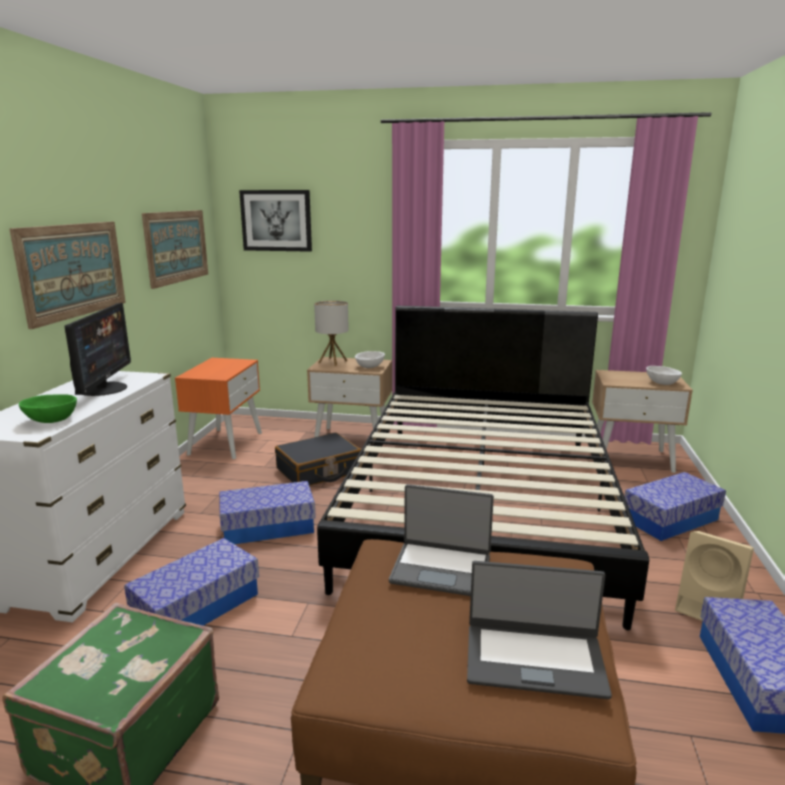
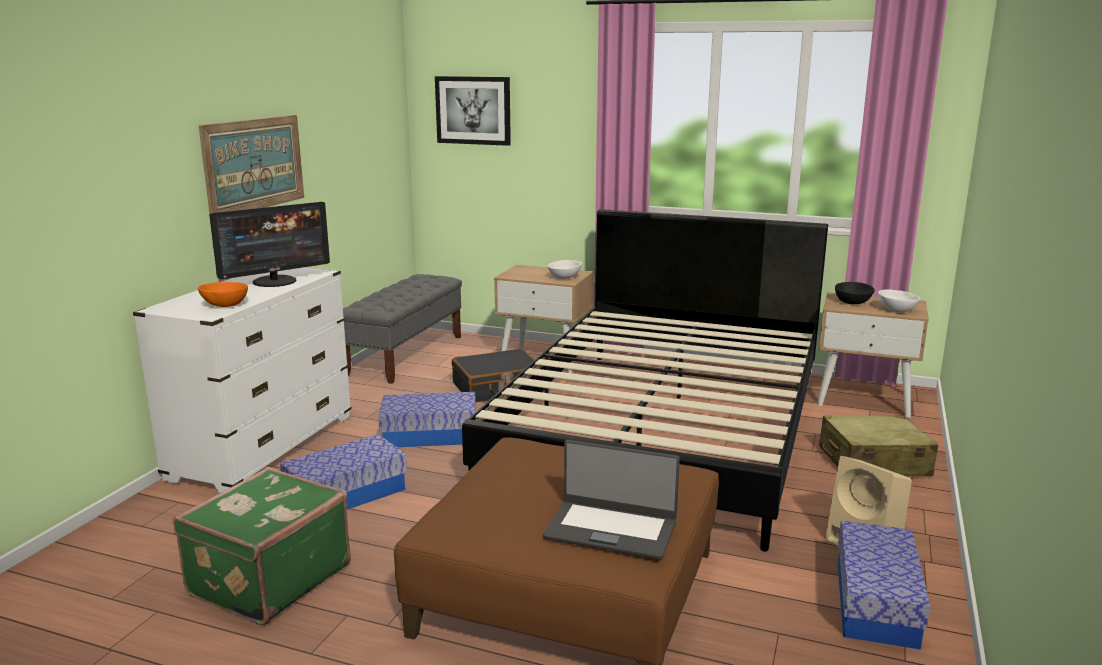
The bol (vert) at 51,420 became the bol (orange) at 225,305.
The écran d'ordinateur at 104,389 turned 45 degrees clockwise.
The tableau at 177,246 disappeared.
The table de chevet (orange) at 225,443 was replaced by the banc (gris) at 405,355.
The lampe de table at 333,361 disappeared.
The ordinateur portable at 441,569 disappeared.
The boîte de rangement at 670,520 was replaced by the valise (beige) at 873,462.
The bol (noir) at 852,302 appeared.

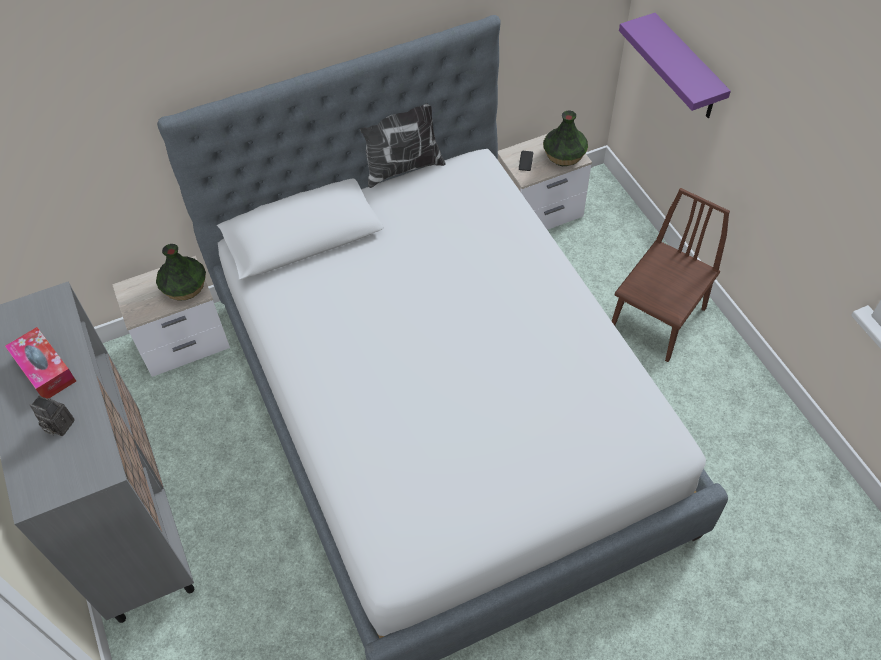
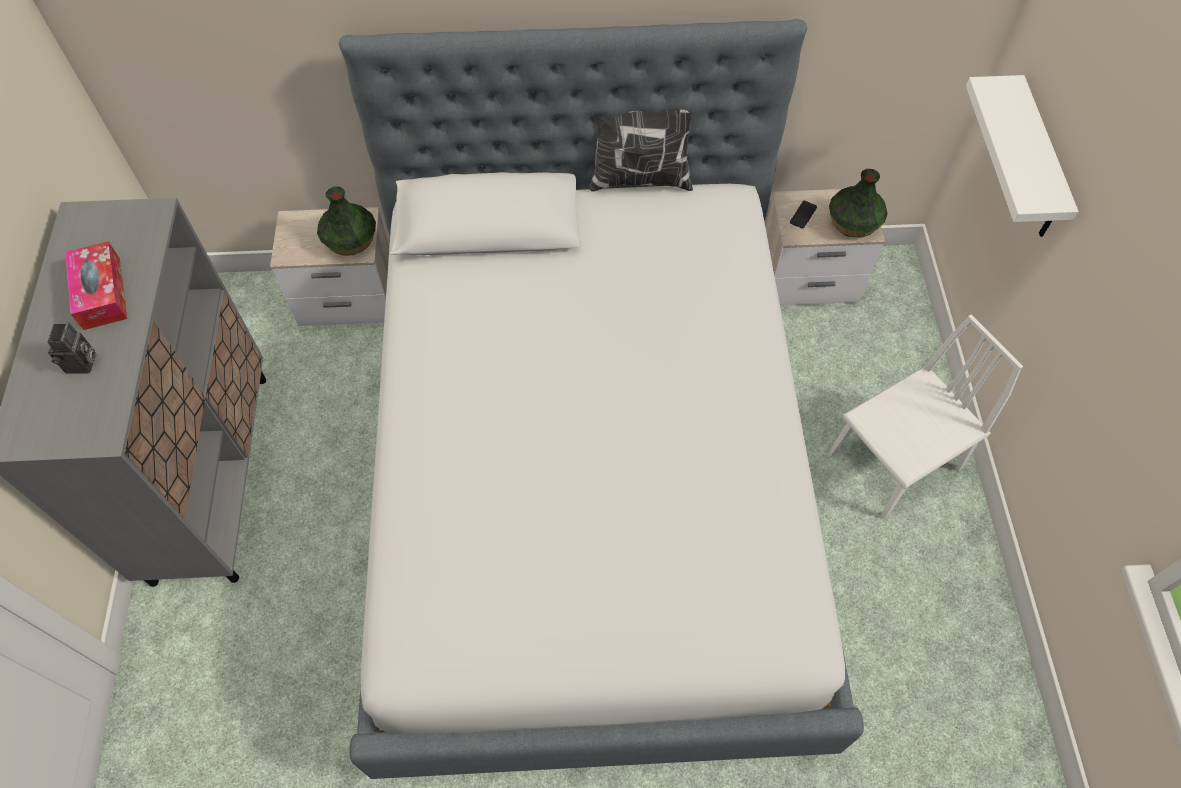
The appareil photo at 57,425 turned 135 degrees counterclockwise.
The chaise (marron) at 657,319 became the chaise (blanc) at 894,461.
The étagère (violet) at 686,69 became the étagère (blanc) at 1036,163.

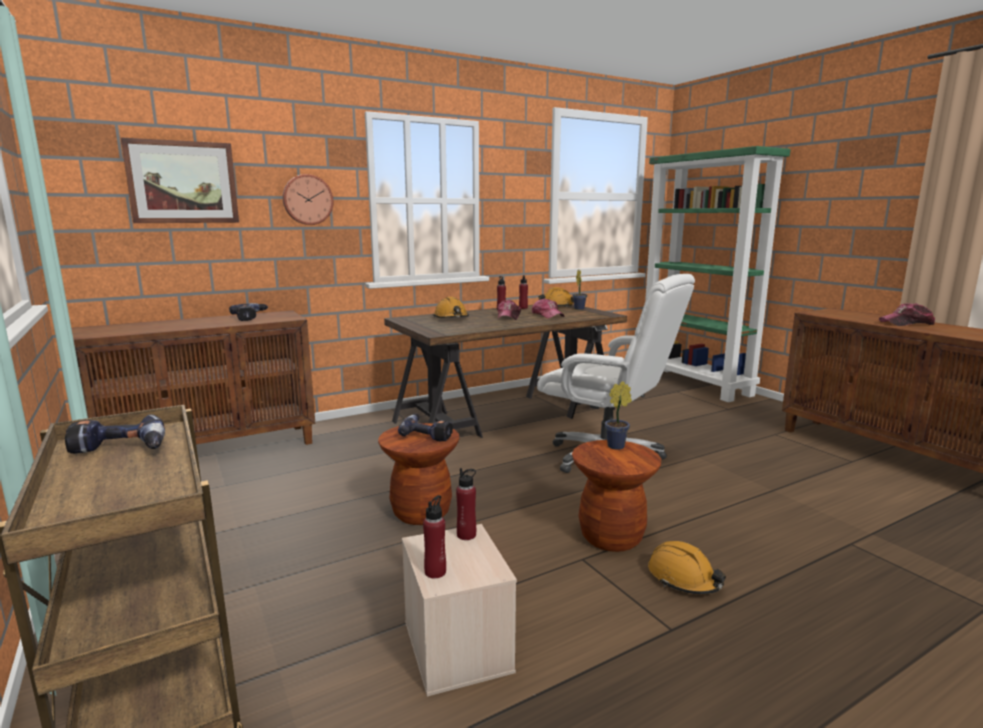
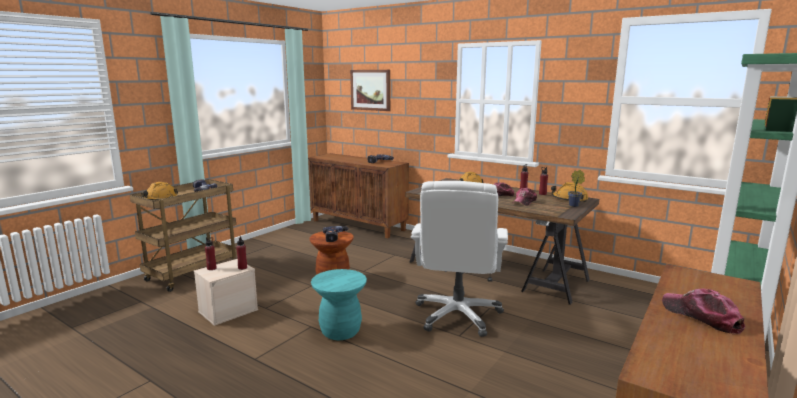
The horloge murale at 307,199 disappeared.
The tabouret (marron) at 611,537 became the tabouret (turquoise) at 340,331.
The plante en pot at 618,446 disappeared.
The casque de chantier (orange) moved from 684,579 to 159,199.

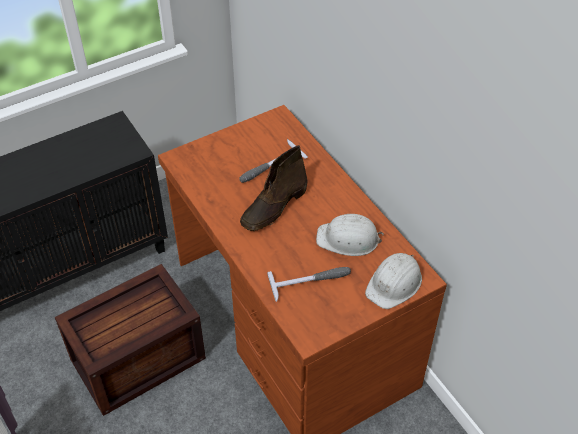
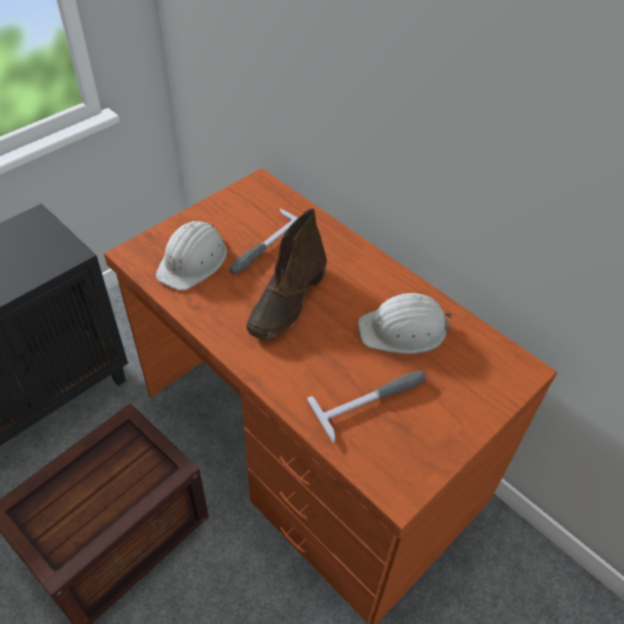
The casque de chantier (blanc) moved from 394,283 to 193,261.

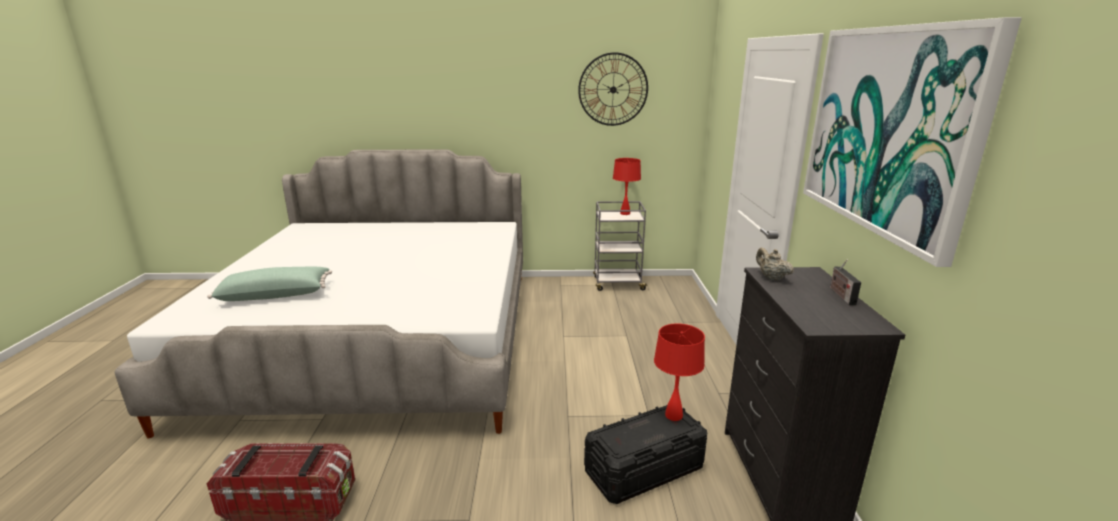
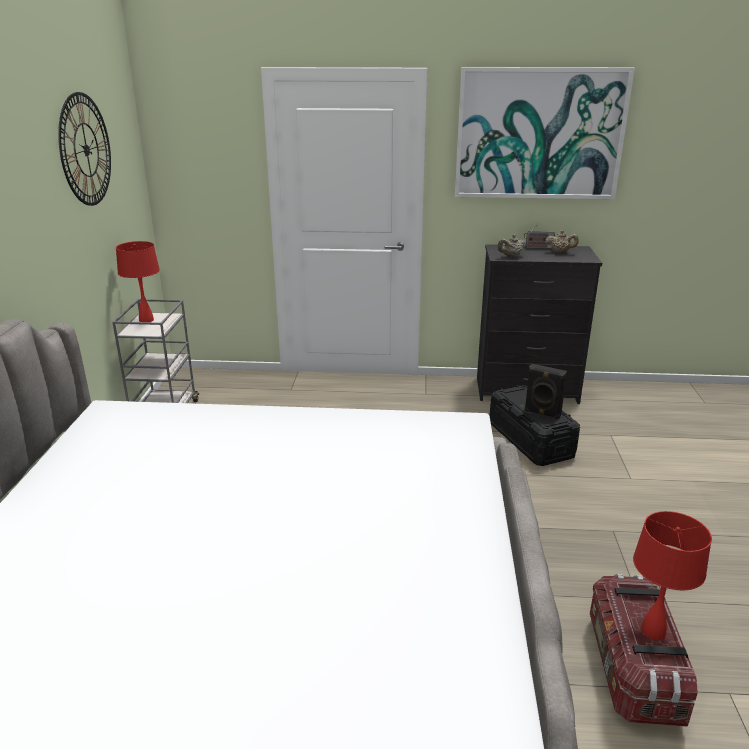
The coussin (vert) at 276,295 disappeared.
The lampe de table (rouge) moved from 674,415 to 653,630.
The enceinte (noir) at 542,413 appeared.
The théière (beige) at 560,252 appeared.

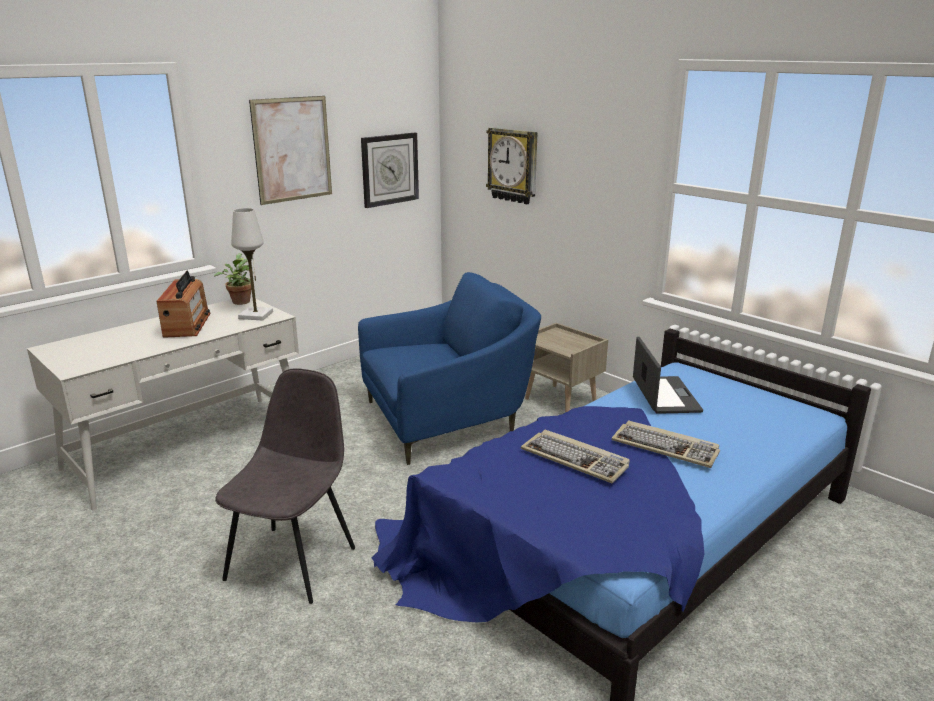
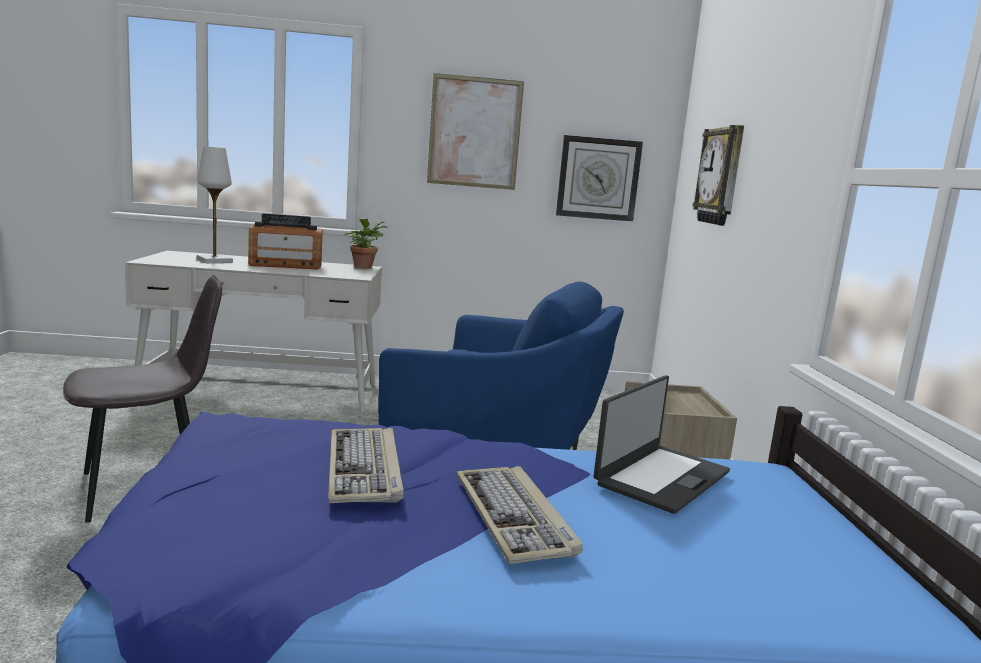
The radio at 187,325 turned 45 degrees clockwise.
The lampe de table (blanc) moved from 256,315 to 215,261.

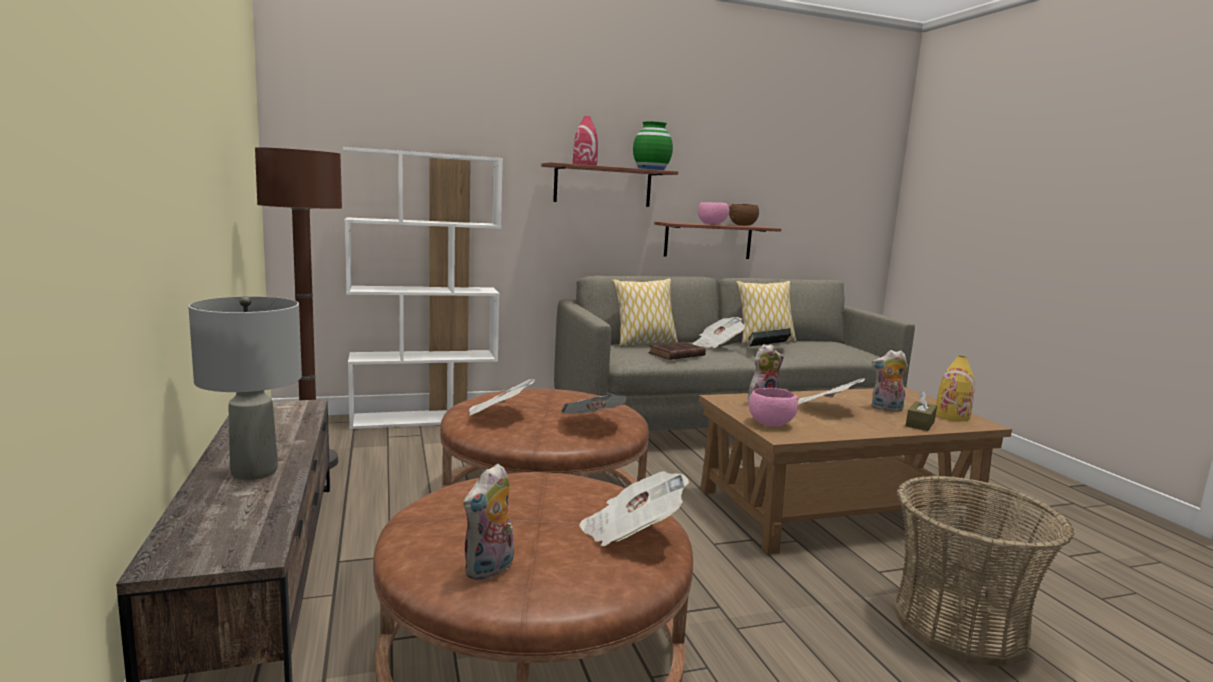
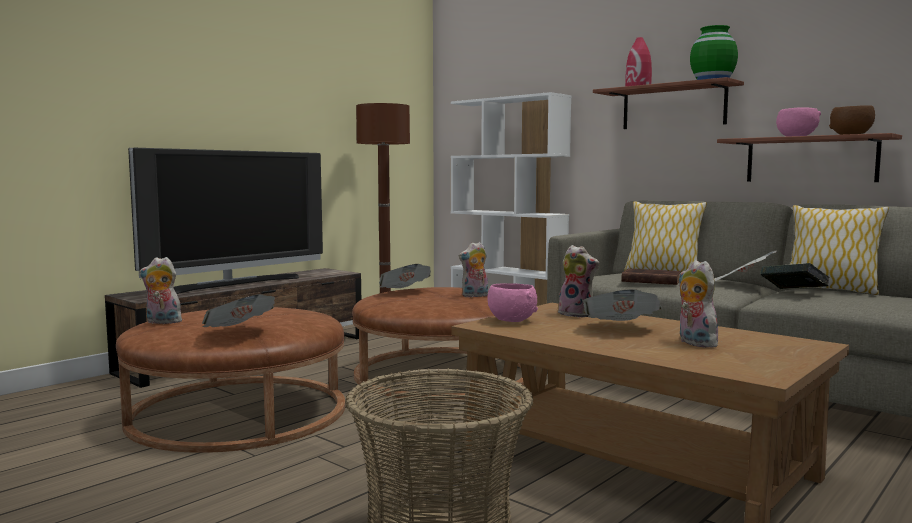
The lampe de table (gris) at 254,472 was replaced by the téléviseur at 233,284.
The journal at 592,423 disappeared.
The boîte à mouchoirs (marron) at 920,424 disappeared.
The vase (jaune) at 952,416 disappeared.
The peluche at 475,296 appeared.

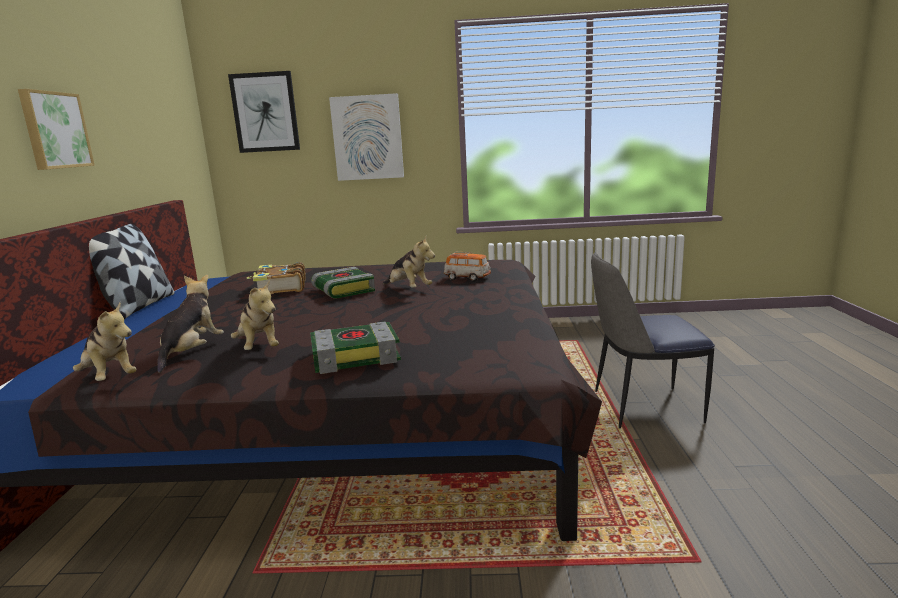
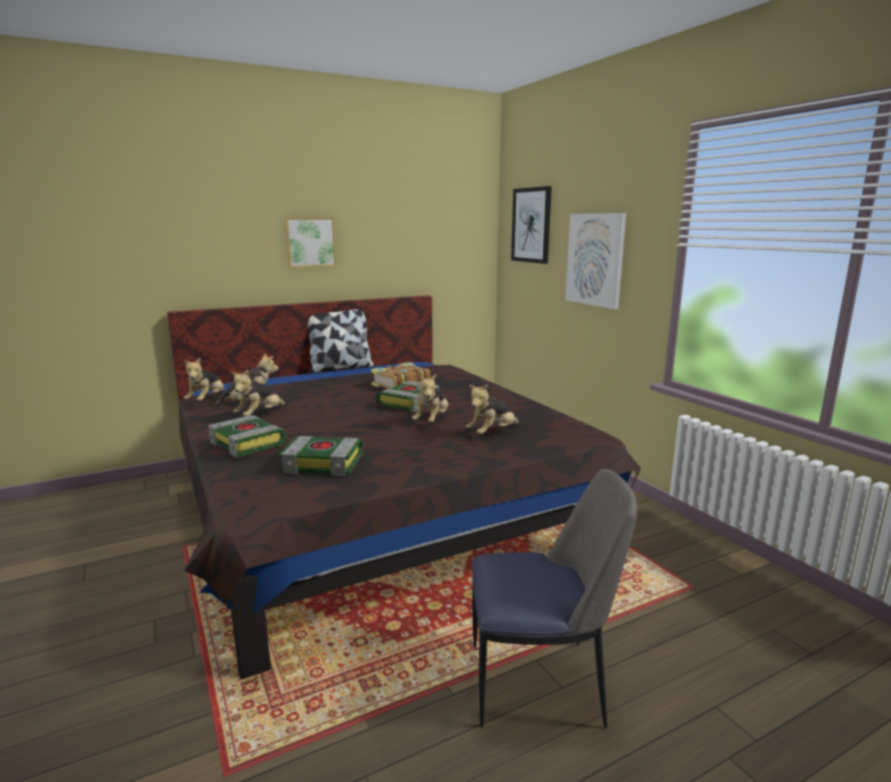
The petite voiture at 467,278 was replaced by the peluche at 492,433.
The chaise at 643,407 turned 120 degrees clockwise.
The livre at 324,463 appeared.

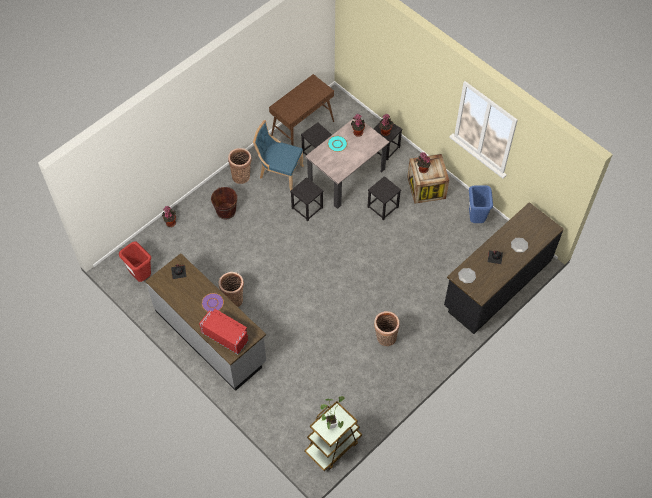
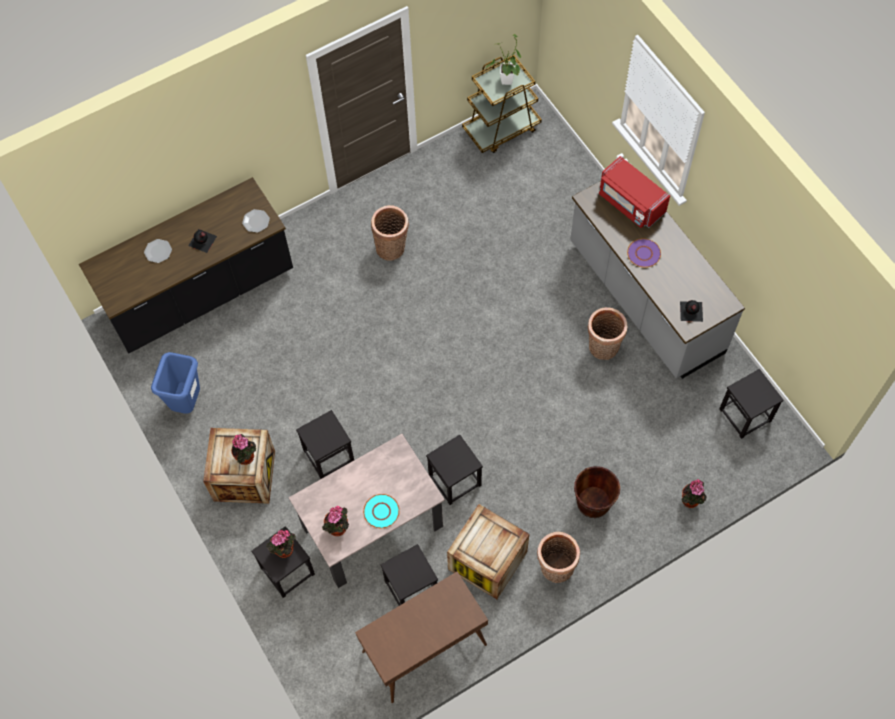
The poubelle (rouge) at 141,276 was replaced by the tabouret (noir) at 745,415.
The chaise (bleu) at 279,172 was replaced by the caisse at 487,560.

